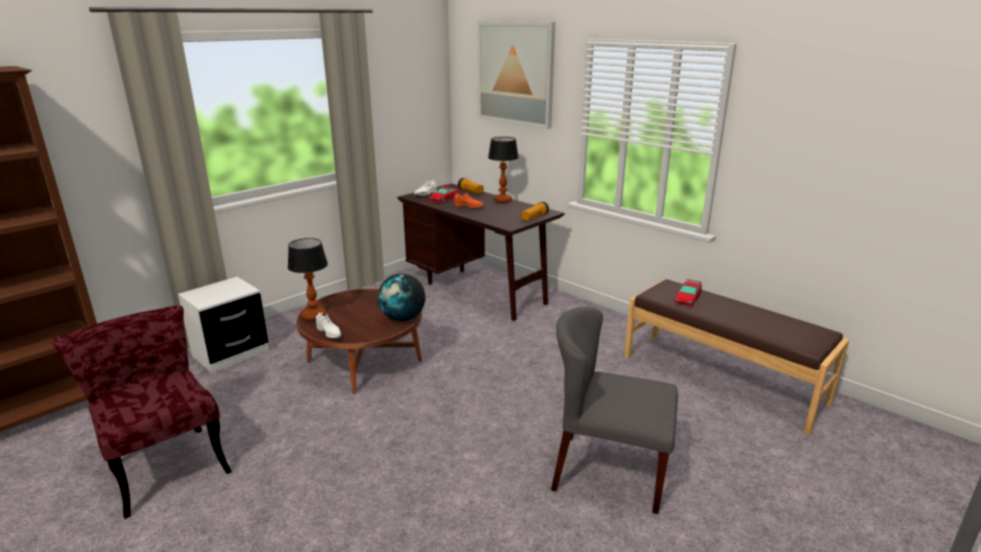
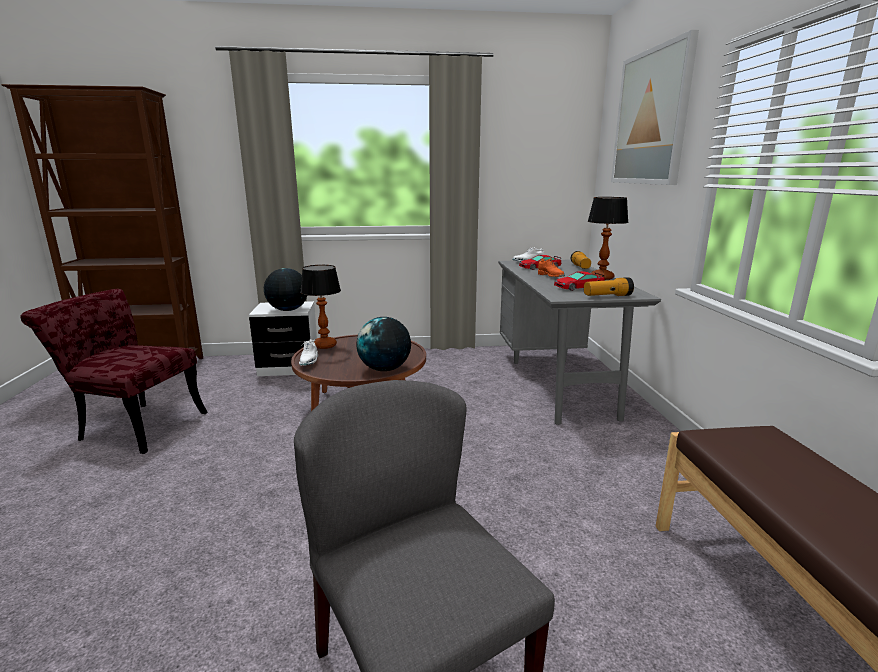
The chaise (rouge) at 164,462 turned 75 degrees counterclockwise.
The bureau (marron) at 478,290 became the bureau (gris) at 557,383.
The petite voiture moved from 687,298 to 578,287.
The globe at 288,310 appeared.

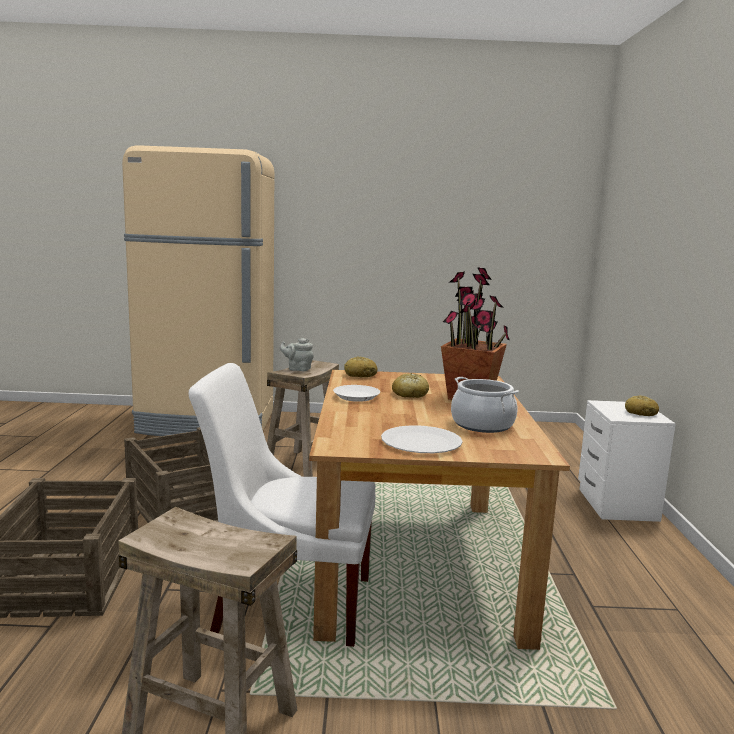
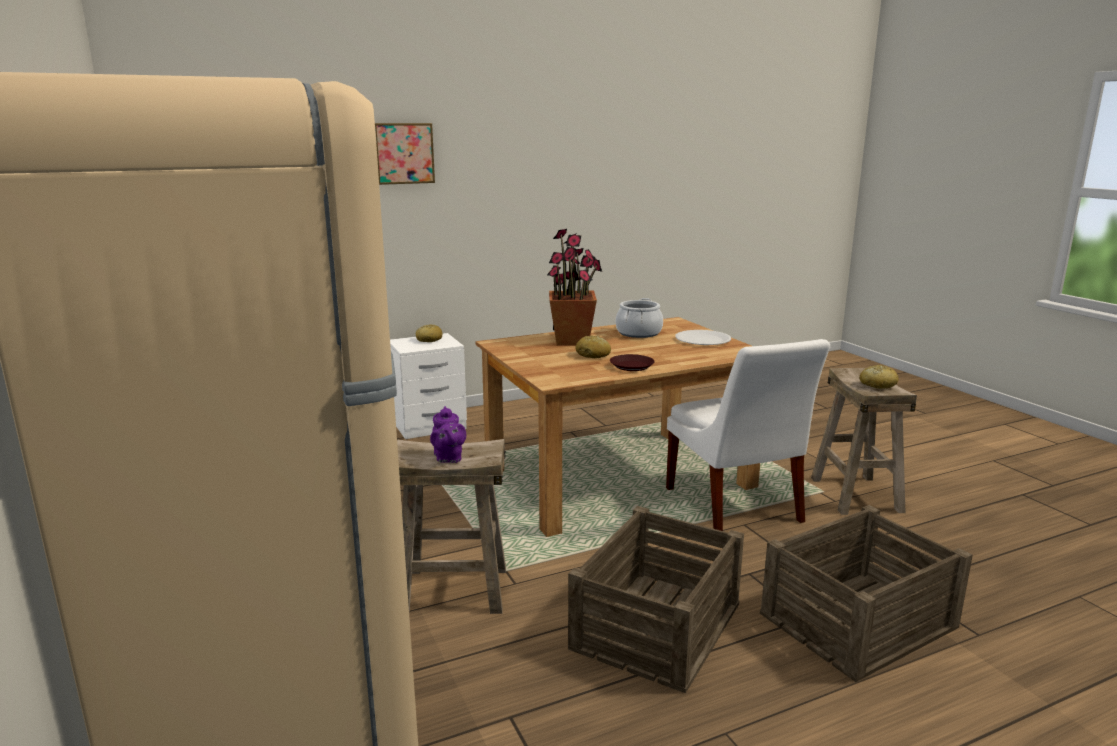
The théière (gris) at 298,369 became the théière (violet) at 448,458.
The assiette (blanc) at 356,396 became the assiette (marron) at 631,366.
The pain moved from 360,375 to 877,384.
The tableau at 403,153 appeared.

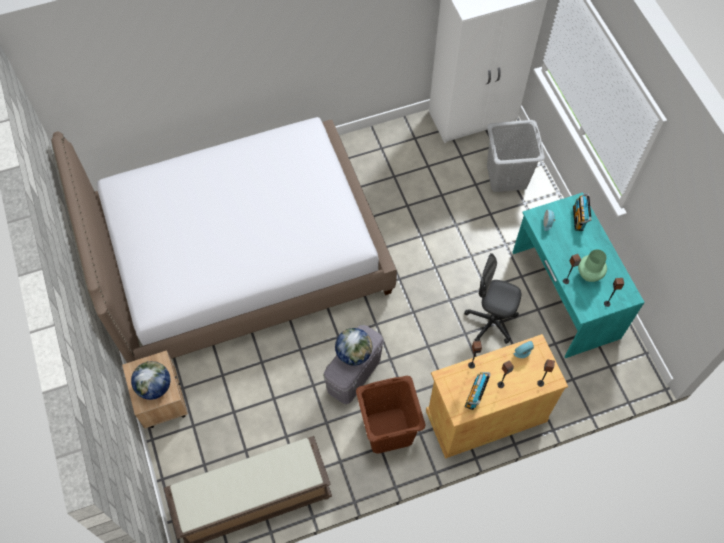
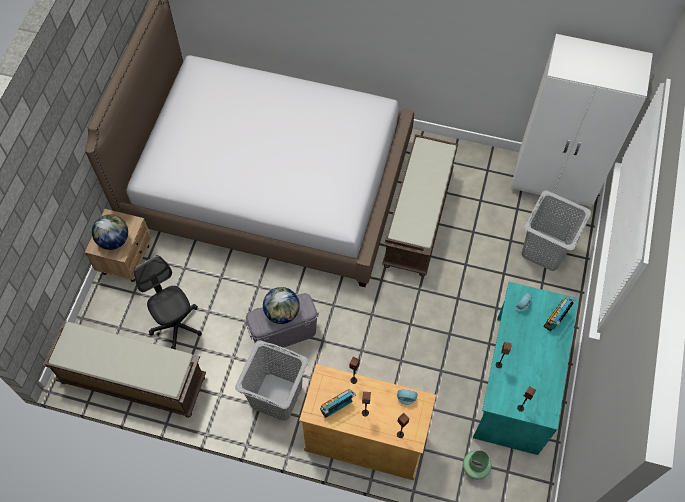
The panier à linge (marron) at 388,430 became the panier à linge (gris) at 276,396.
The chaise de bureau (gris) moved from 491,322 to 177,326.
The vase (vert) moved from 589,274 to 475,468.
The banc (marron) at 417,217 appeared.

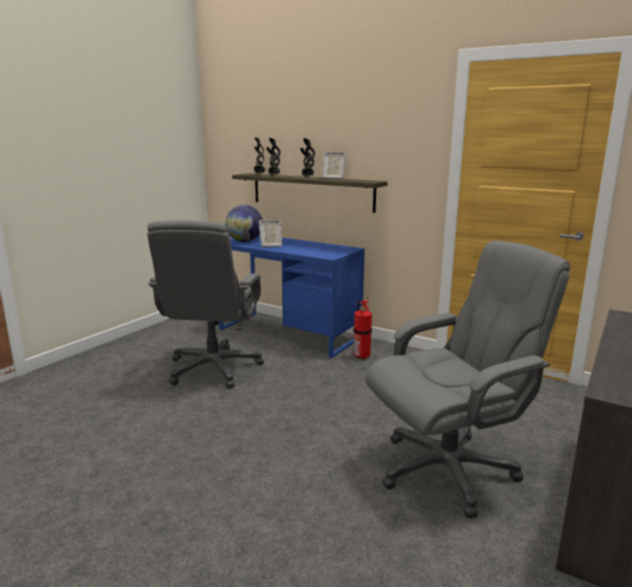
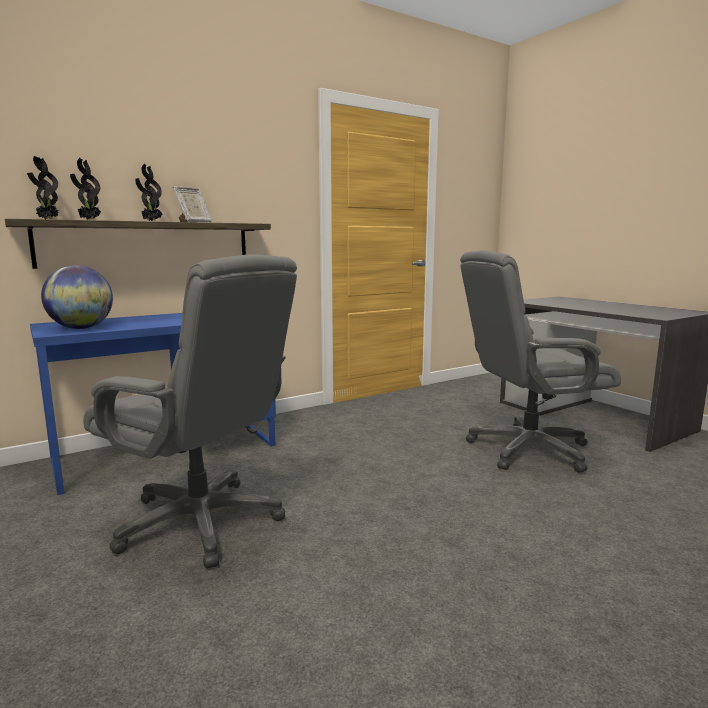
The cadre photo at 270,246 disappeared.
The extincteur at 361,356 disappeared.
The chaise de bureau (gris) at 448,469 turned 105 degrees counterclockwise.

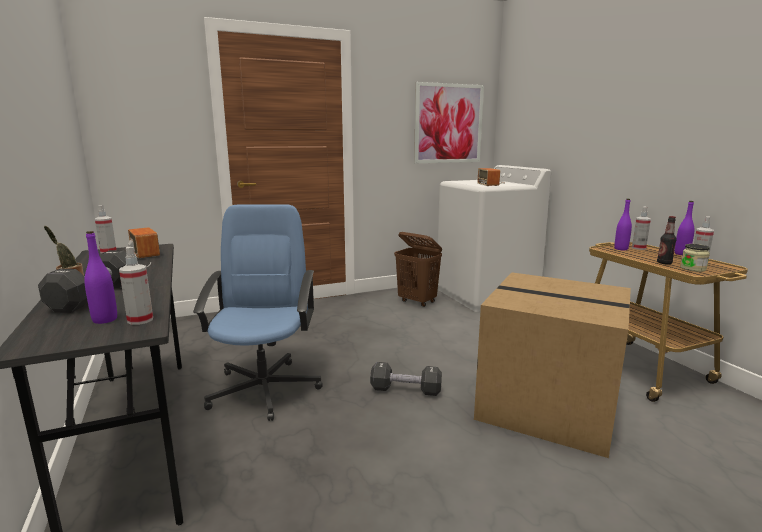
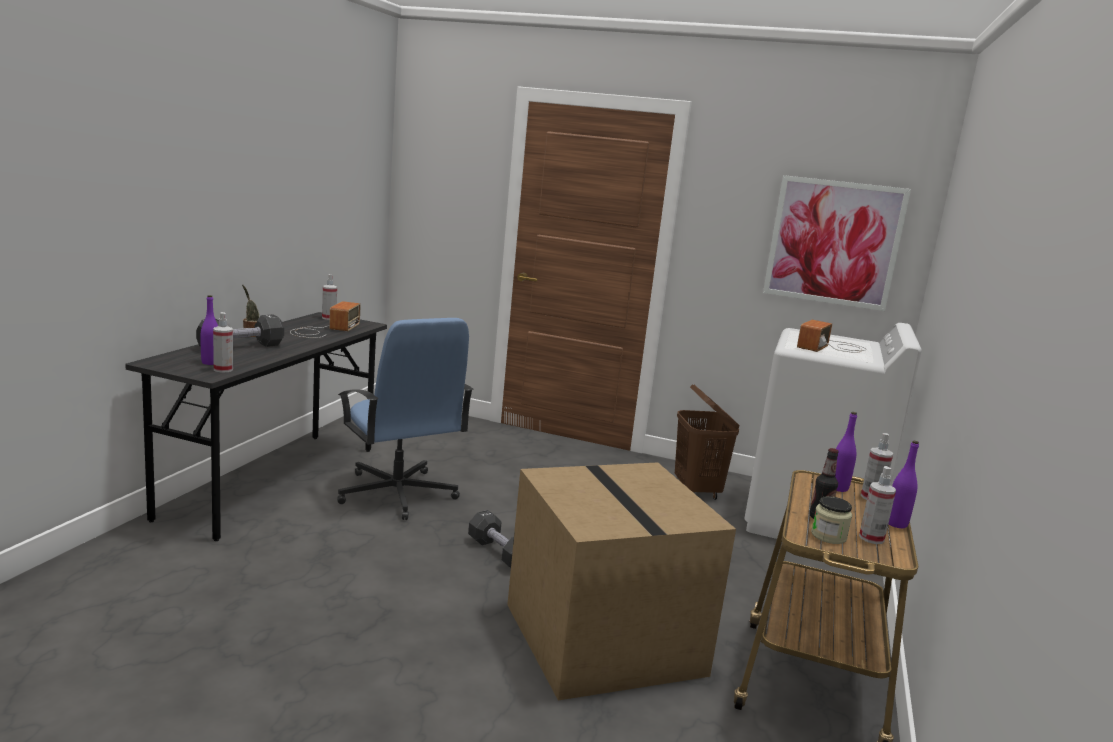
The chaise de bureau (bleu) at 265,388 turned 105 degrees clockwise.

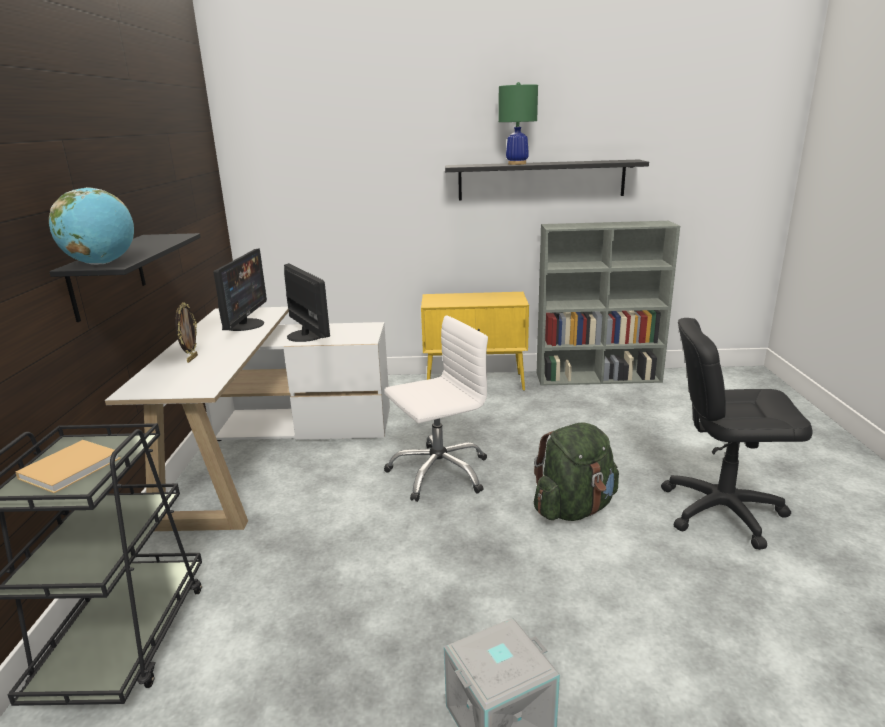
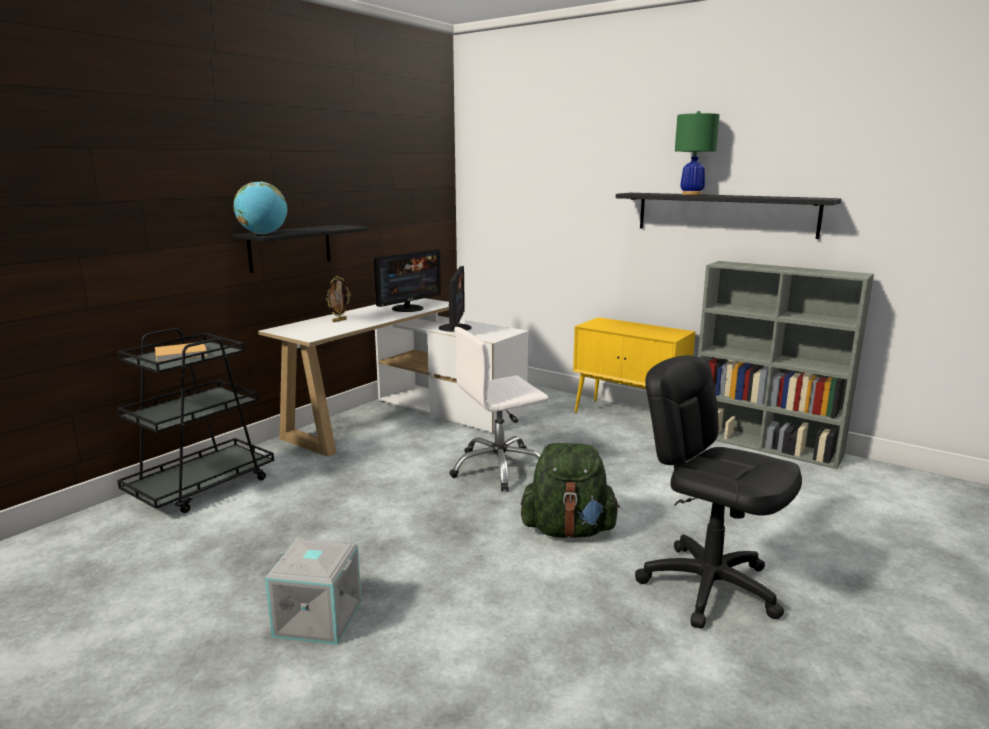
The chaise de bureau (blanc) at 439,472 turned 150 degrees clockwise.

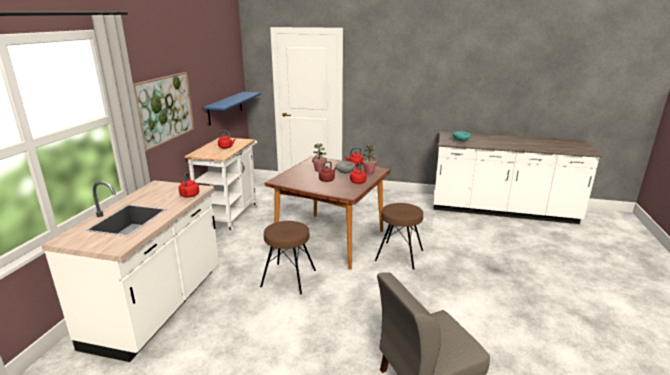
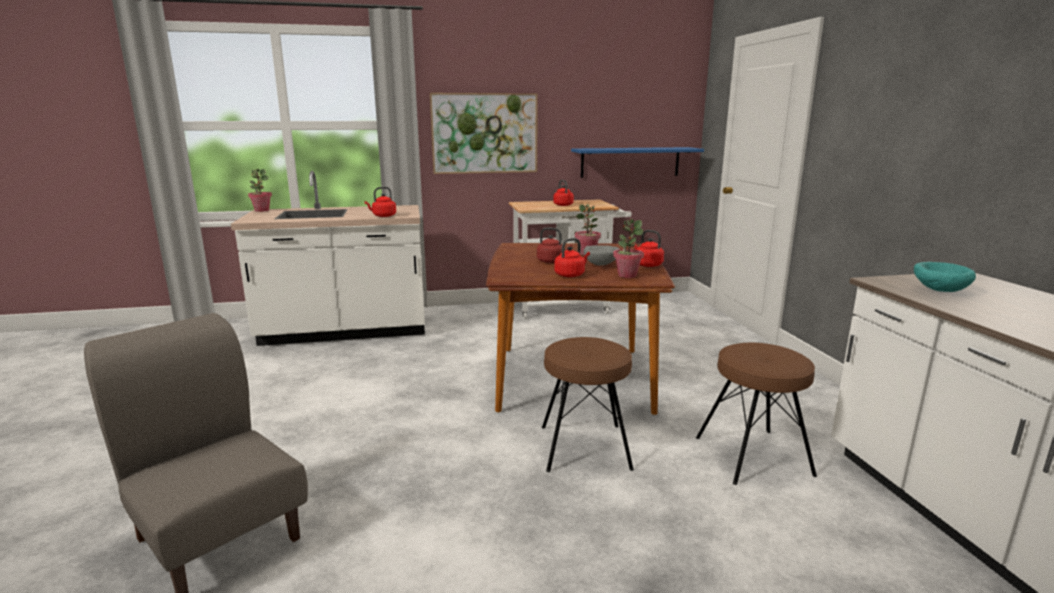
The tabouret (marron) moved from 288,278 to 753,456.
The plante en pot at 262,210 appeared.

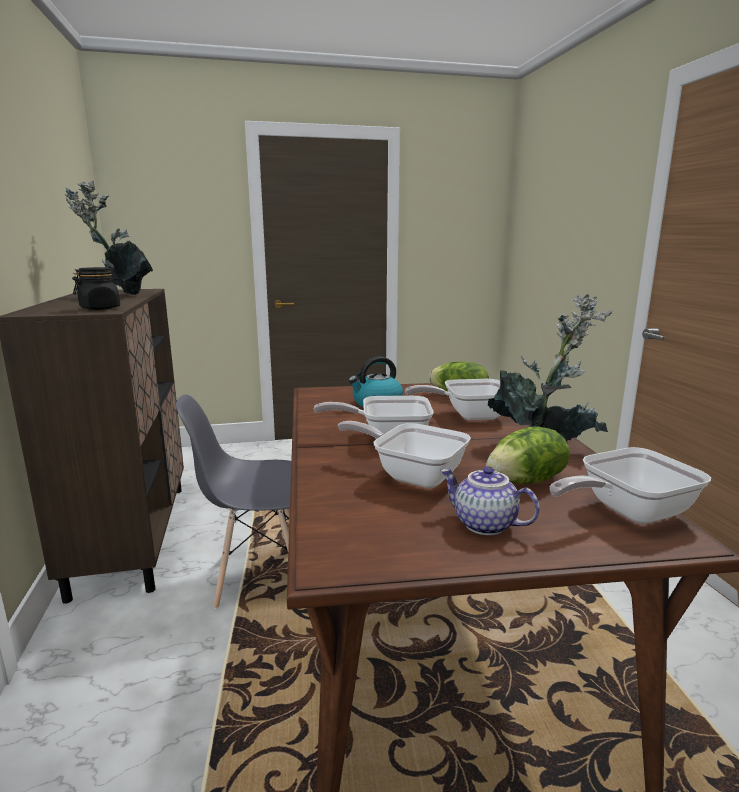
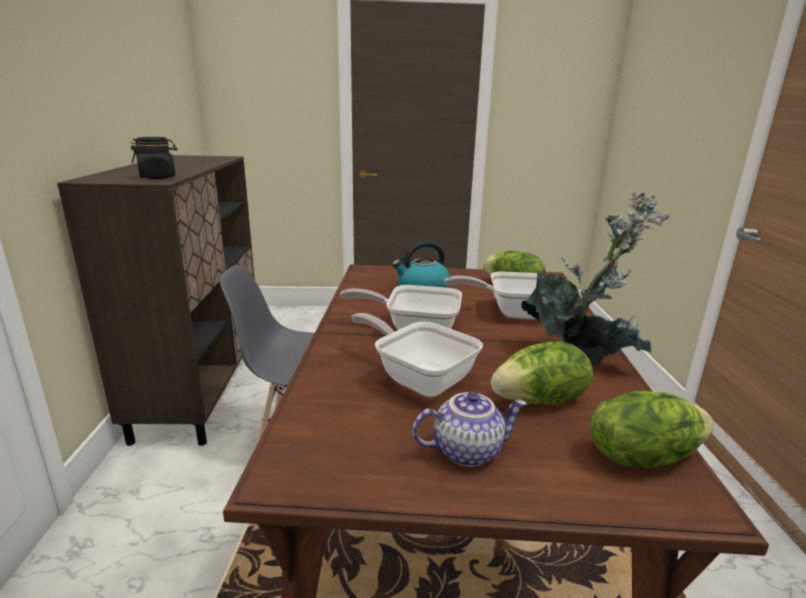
The plante en pot at 120,295 disappeared.
The théière at 483,525 turned 120 degrees clockwise.
The poêle at 627,512 was replaced by the laitue at 641,456.

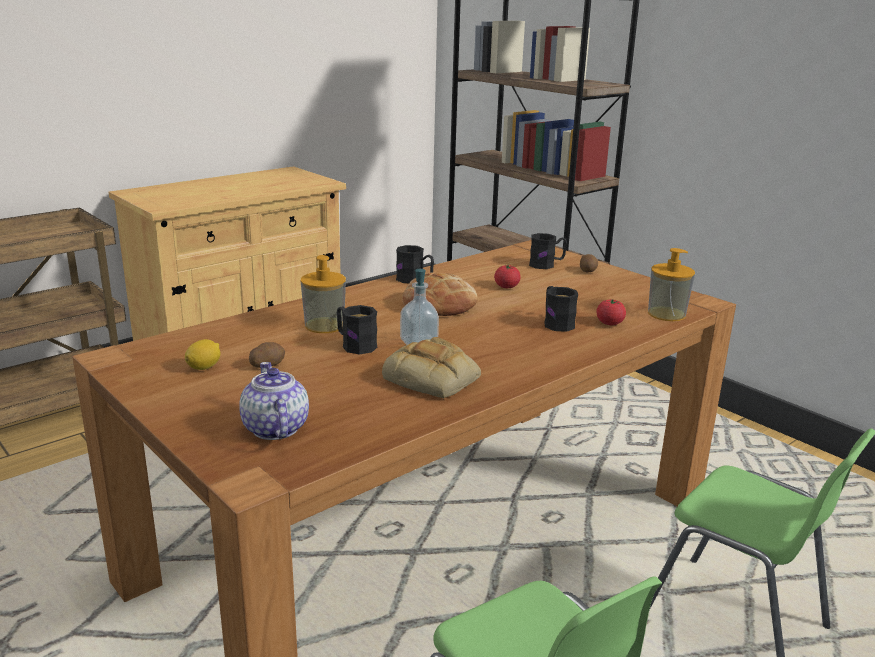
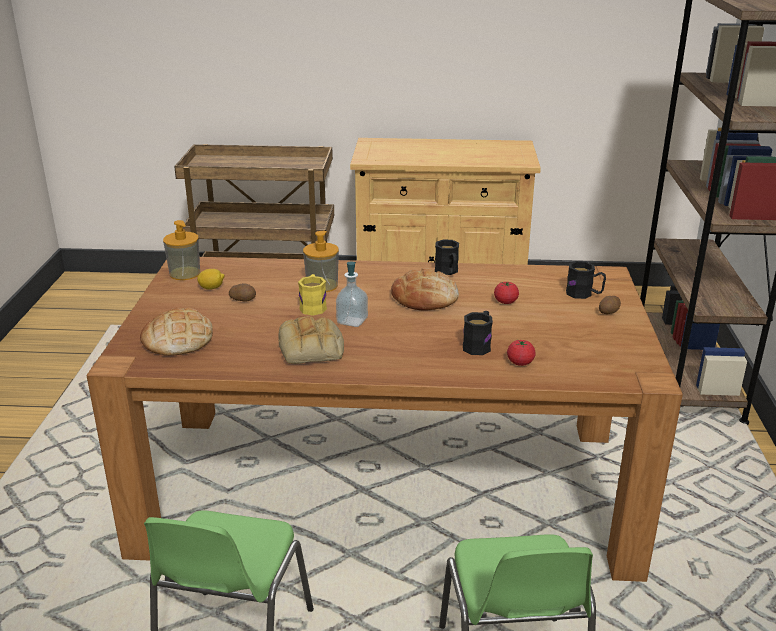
The théière at 274,428 was replaced by the pain at 177,339.
The mug (noir) at 354,344 became the mug (jaune) at 313,306.
The distributeur de savon moved from 666,314 to 185,273.

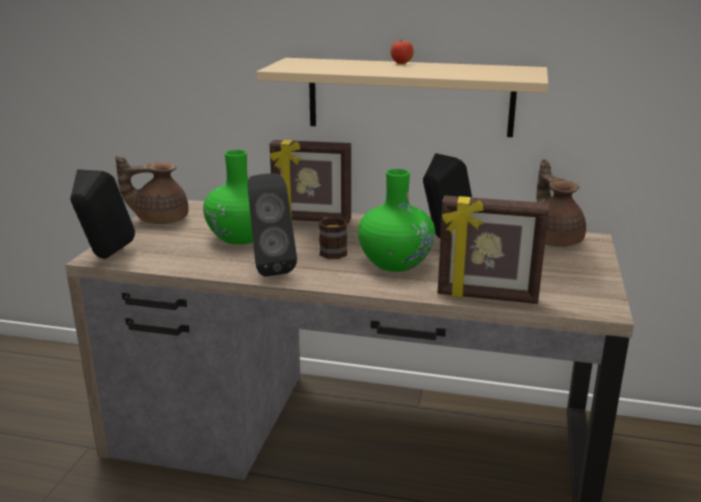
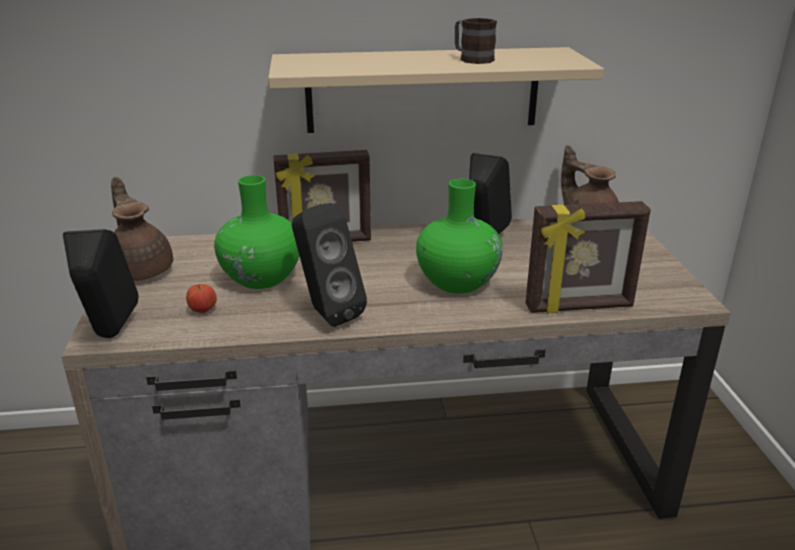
The théière (marron) at 160,219 turned 90 degrees clockwise.
The mug moved from 331,250 to 471,59.
The pomme moved from 401,63 to 203,311.

